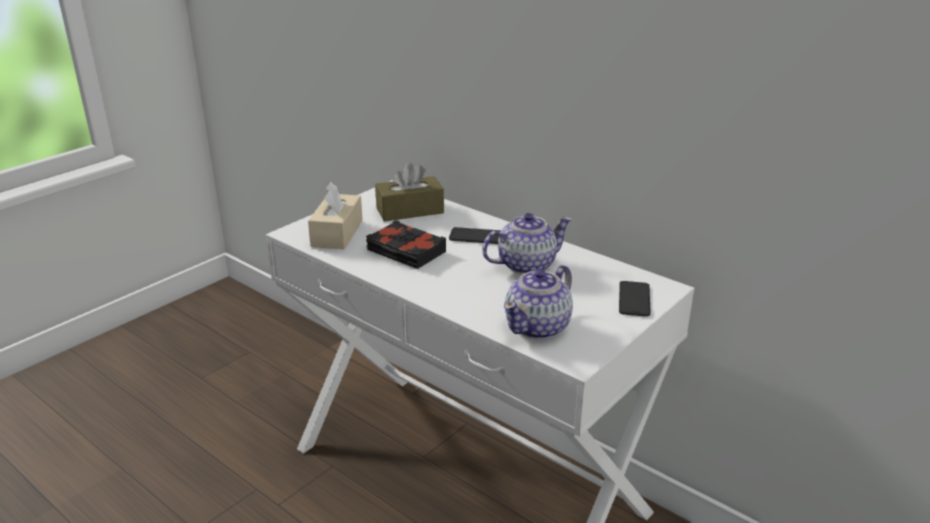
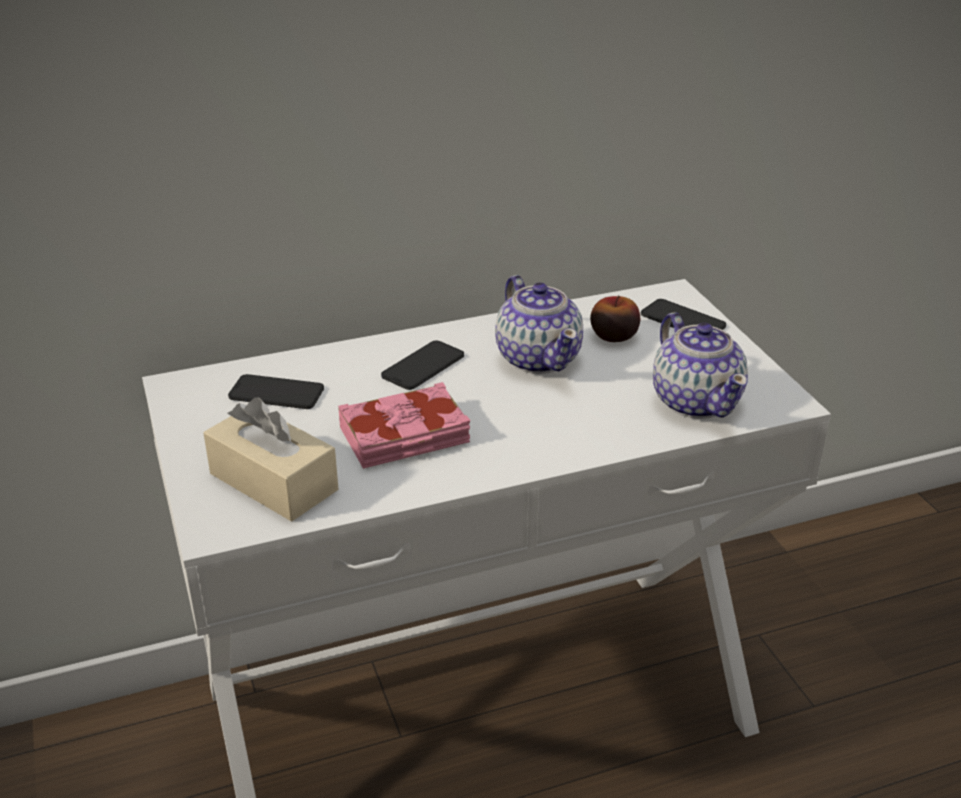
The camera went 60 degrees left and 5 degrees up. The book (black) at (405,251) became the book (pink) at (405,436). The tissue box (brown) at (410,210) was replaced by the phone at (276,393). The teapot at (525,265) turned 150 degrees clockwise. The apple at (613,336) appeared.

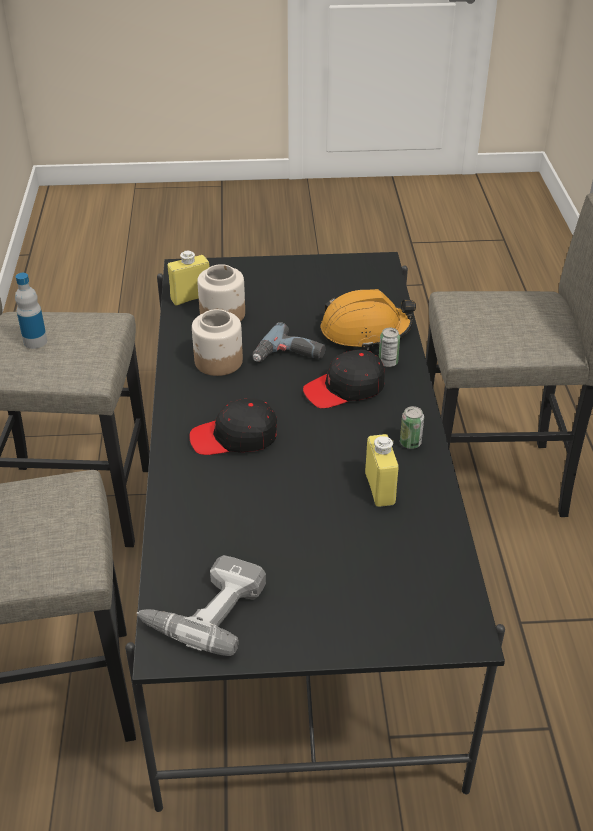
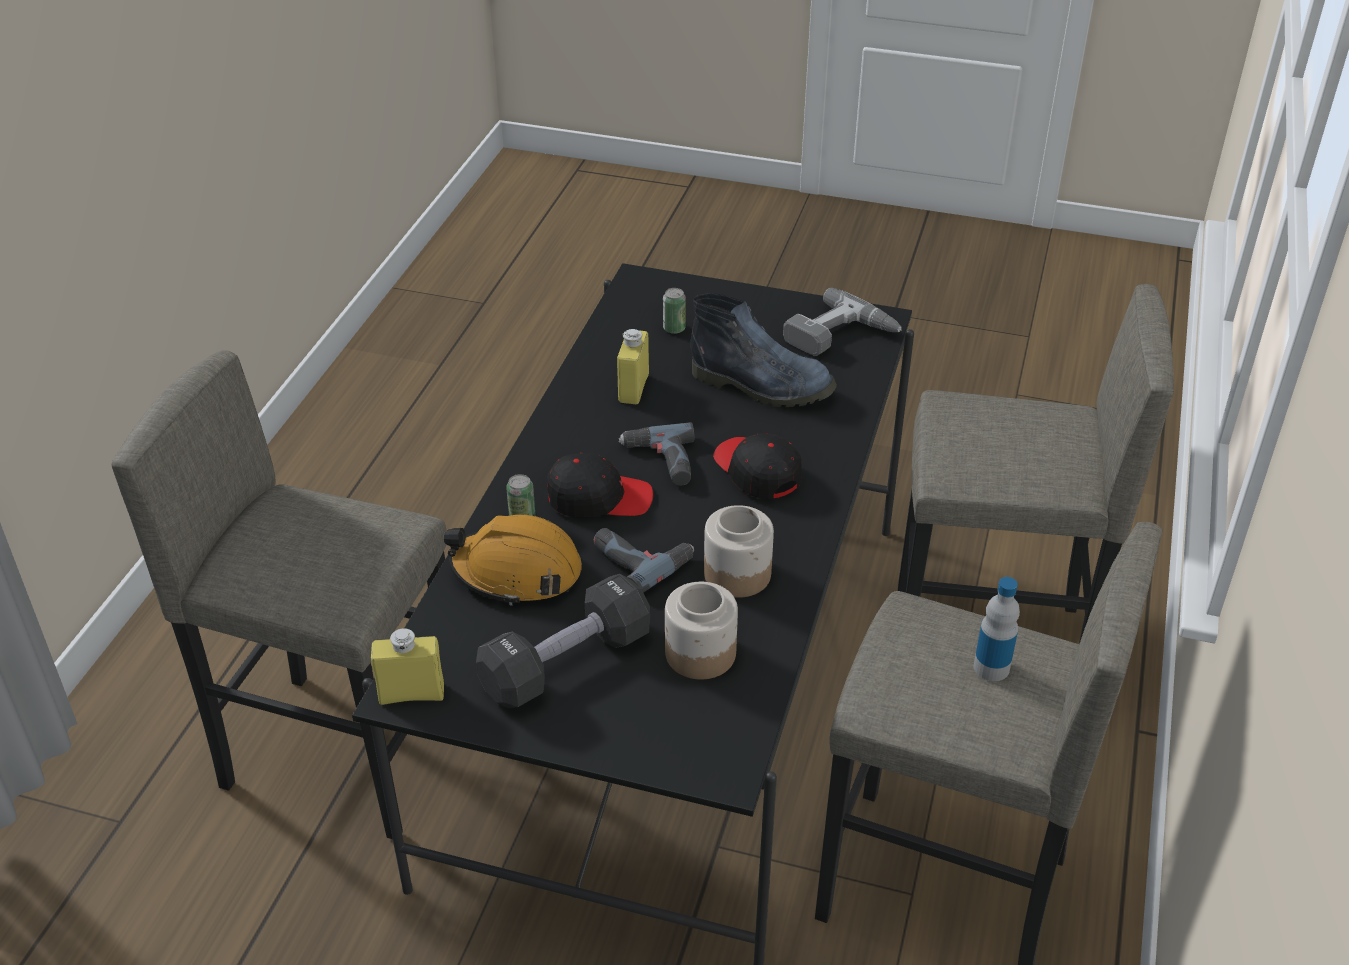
The camera went 160 degrees left and 0 degrees up. The bottle (yellow) moved from (191,298) to (411,694). The cap (black) at (234,437) turned 135 degrees counterclockwise. The can moved from (410,443) to (674,328). The dumbbell (black) at (566,662) appeared. The power drill at (660,462) appeared. The boot at (764,385) appeared.

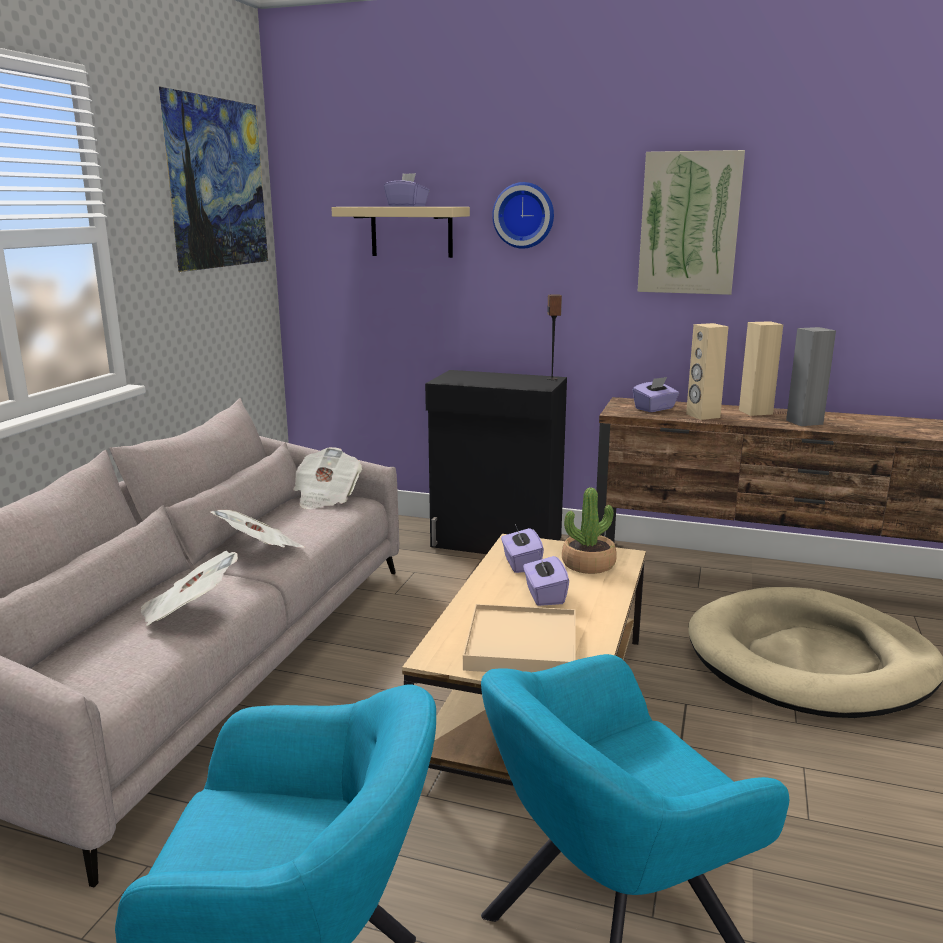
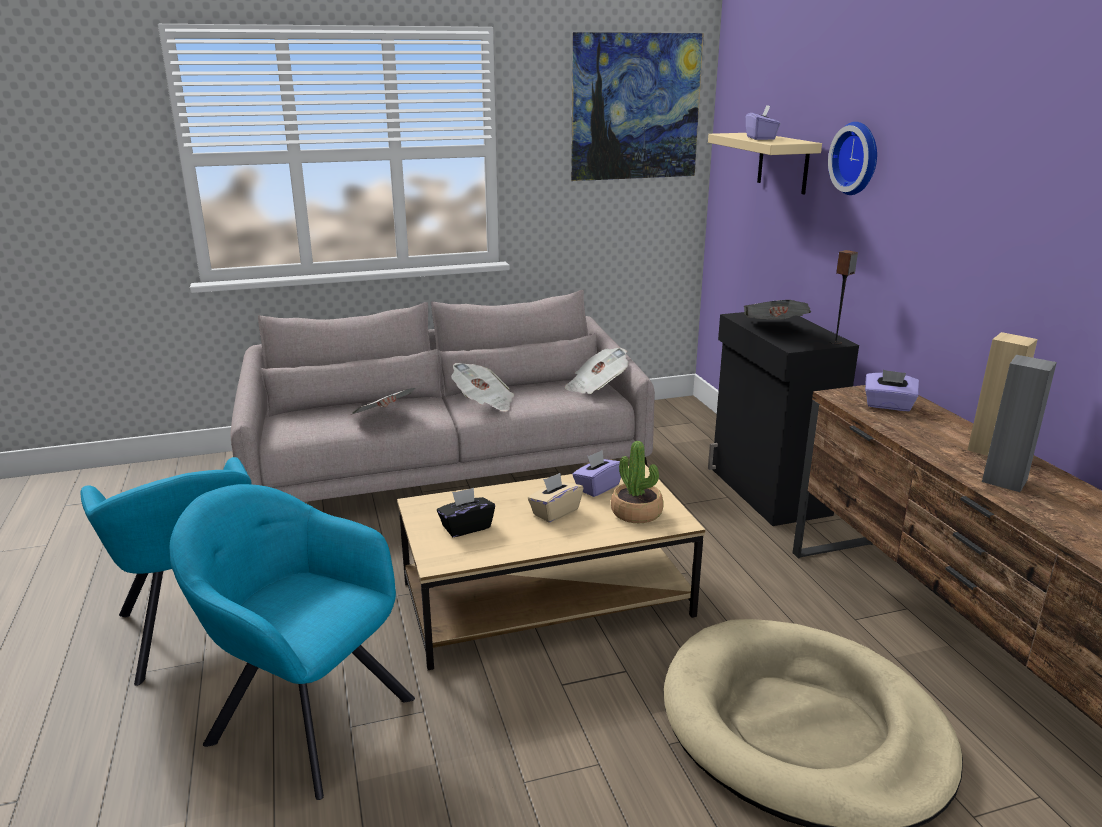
The camera went 55 degrees right and 5 degrees up. The tray (beige) at (522,646) was replaced by the tissue box (black) at (466,527). The tissue box (purple) at (544,595) became the tissue box (beige) at (555,512). The picture at (689,223) disappeared. The speaker (beige) at (702,416) disappeared. The newspaper at (774,328) appeared.

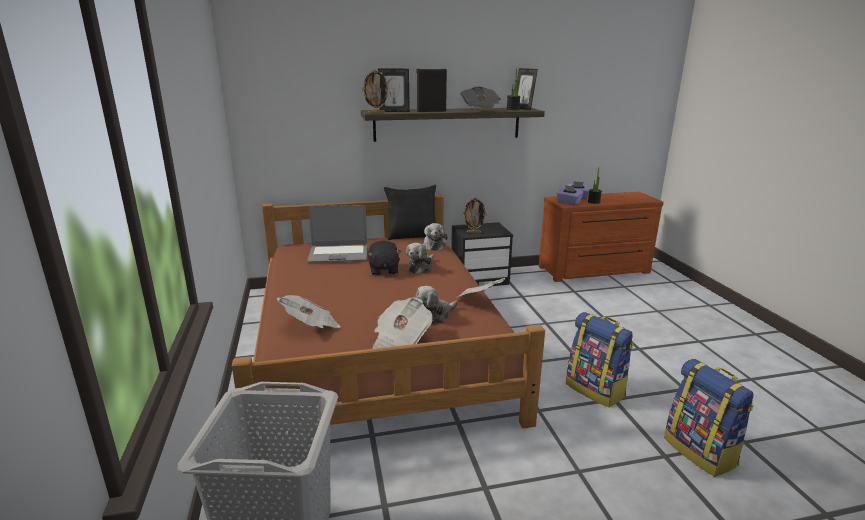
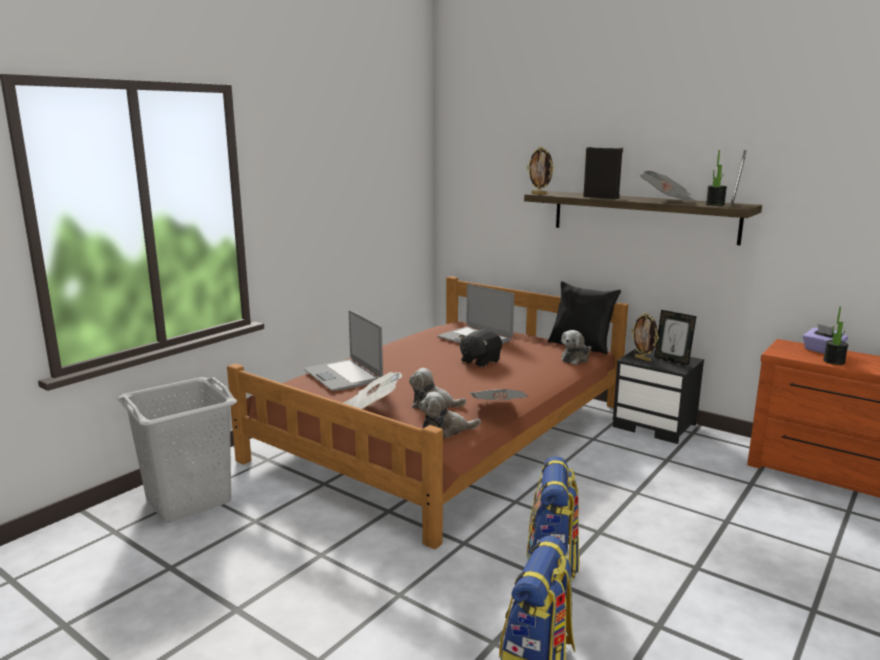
The camera went 50 degrees right and 5 degrees down. The newspaper at (311,326) was replaced by the laptop at (343,376). The picture frame moved from (394,111) to (672,360). The plush toy moved from (420,267) to (445,430). The tissue box (purple) at (568,202) disappeared.

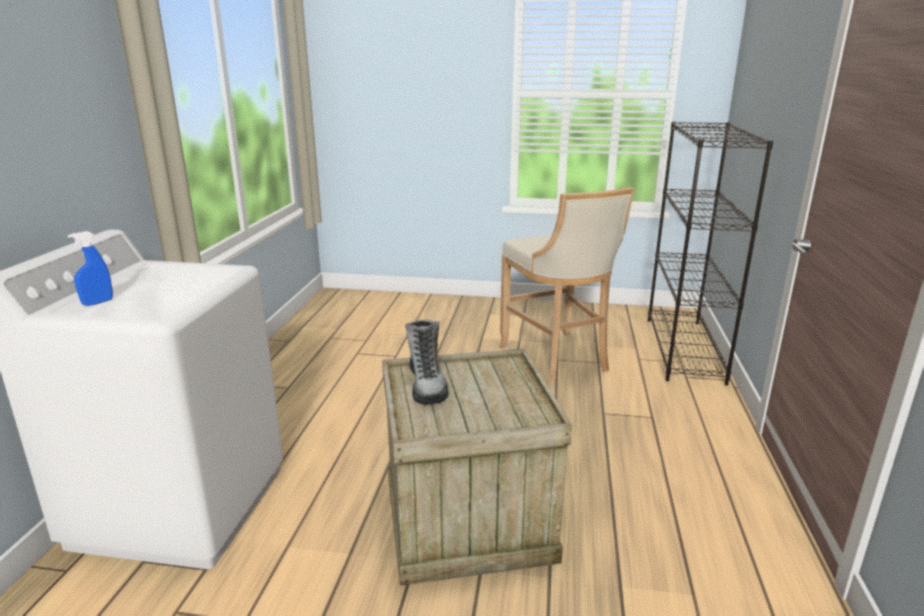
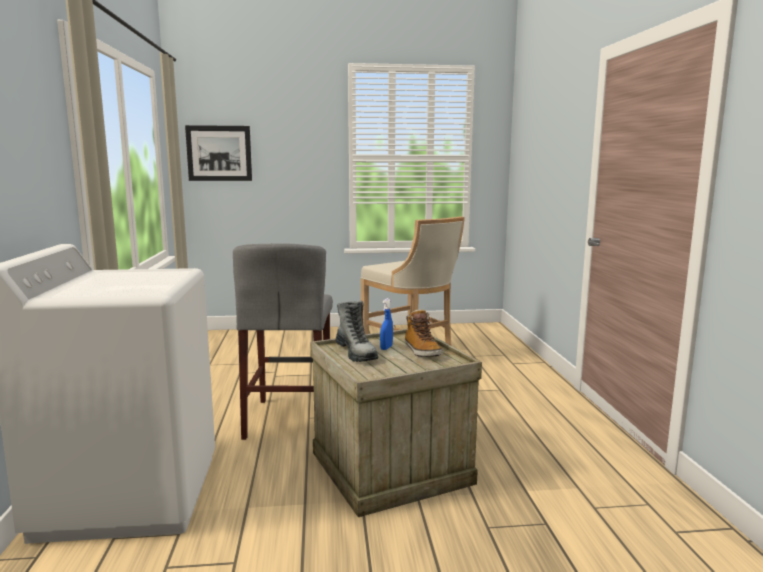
The camera went 15 degrees left and 10 degrees down. The spray bottle (blue) moved from (98,302) to (386,348). The bookcase (black) at (684,349) disappeared. The picture at (219,153) appeared. The stool (grey) at (290,418) appeared. The boot at (421,351) appeared.

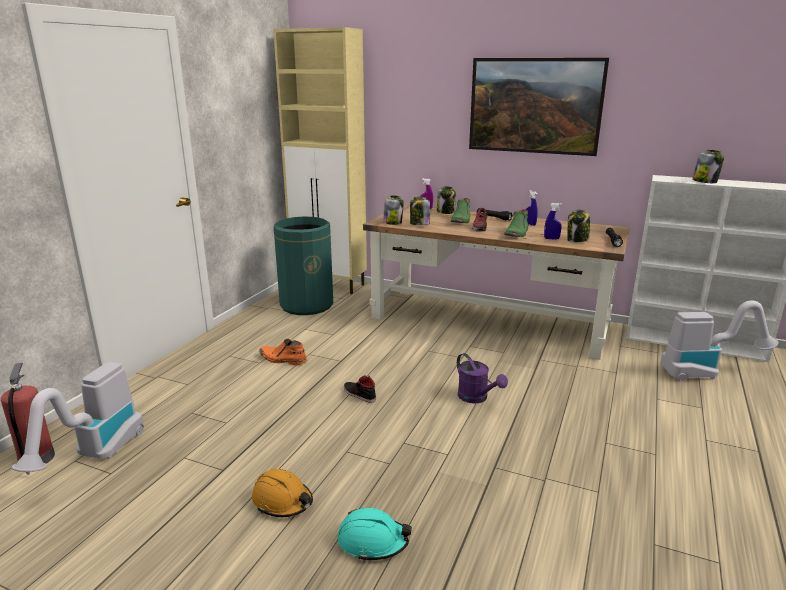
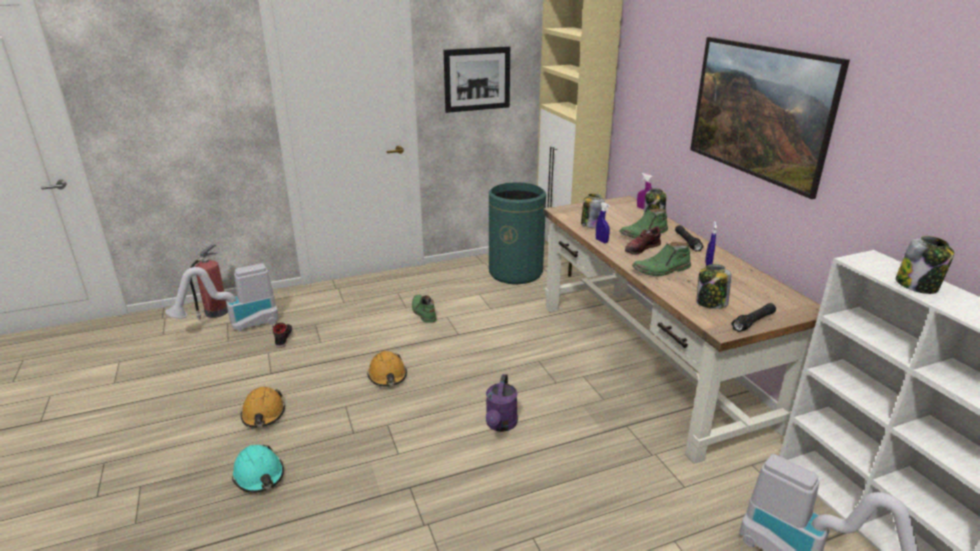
The camera went 45 degrees right and 5 degrees up. The boot (orange) at (282,359) became the boot (green) at (423,312). The shoe (black) moved from (359,394) to (283,338). The jar at (393,223) disappeared. The spray bottle (blue) moved from (551,239) to (601,241). The hard hat (orange) at (387,376) appeared. The picture at (477,79) appeared.

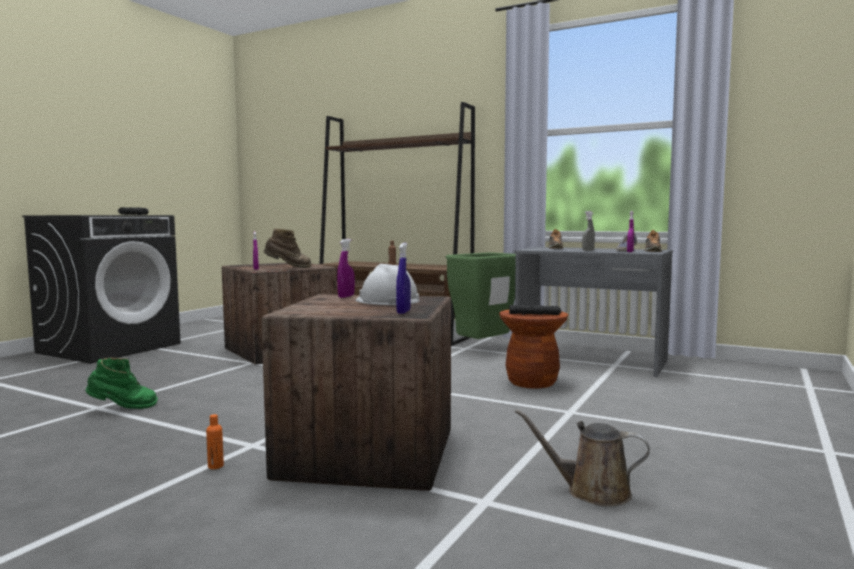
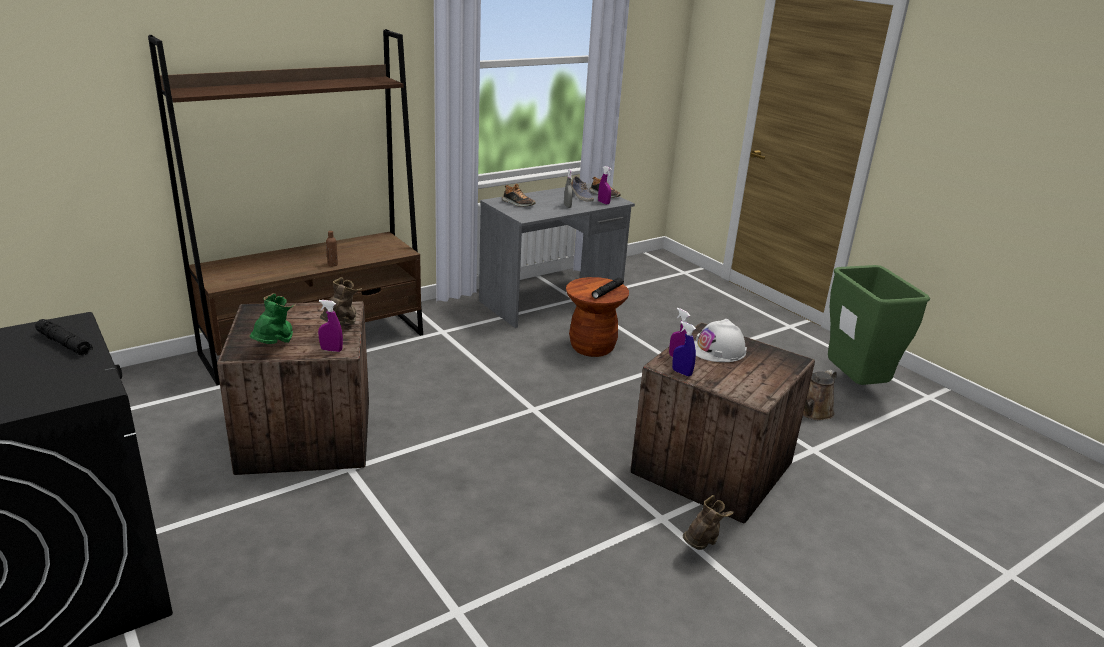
The camera went 65 degrees left and 20 degrees up. The boot (green) moved from (123,408) to (276,346). The bottle (orange) at (215,466) was replaced by the boot (brown) at (702,545). The spray bottle (blue) moved from (403,312) to (681,373). The trash can (green) moved from (482,348) to (855,386).

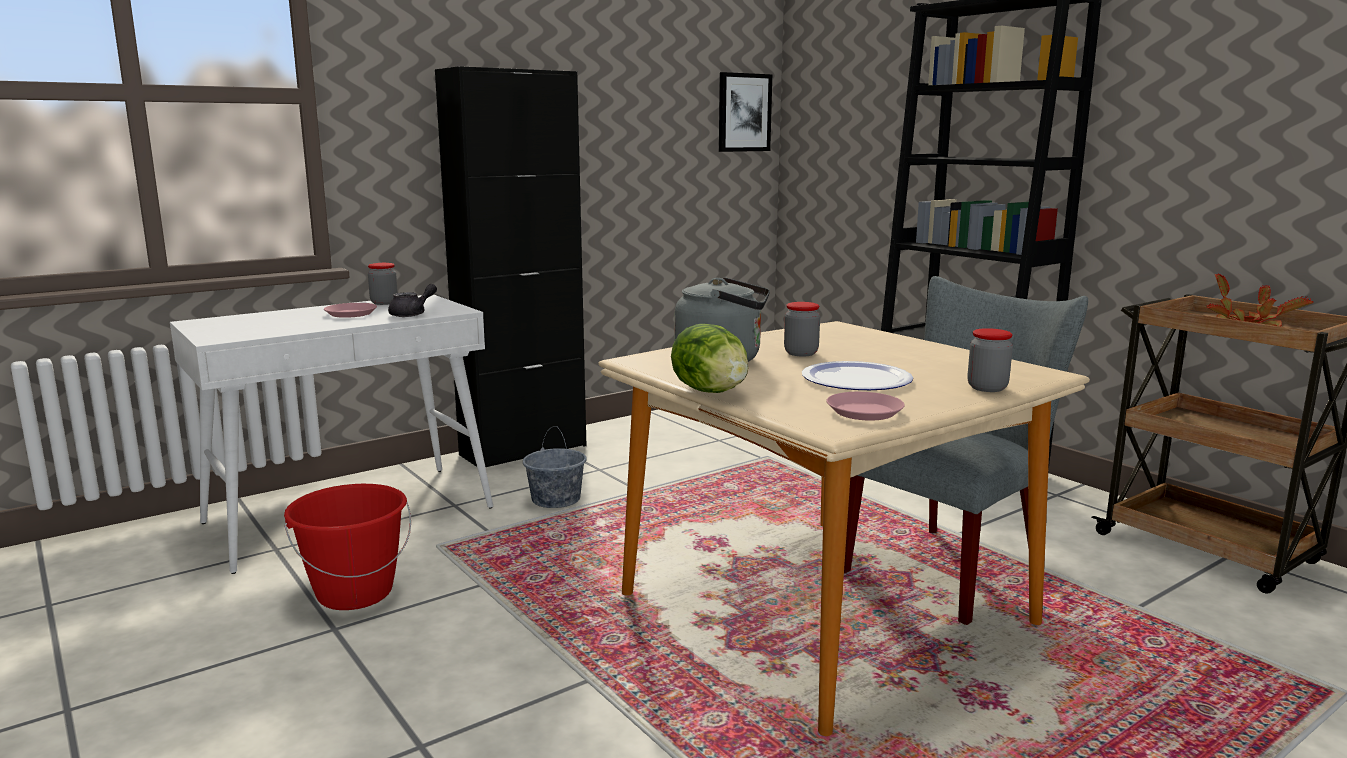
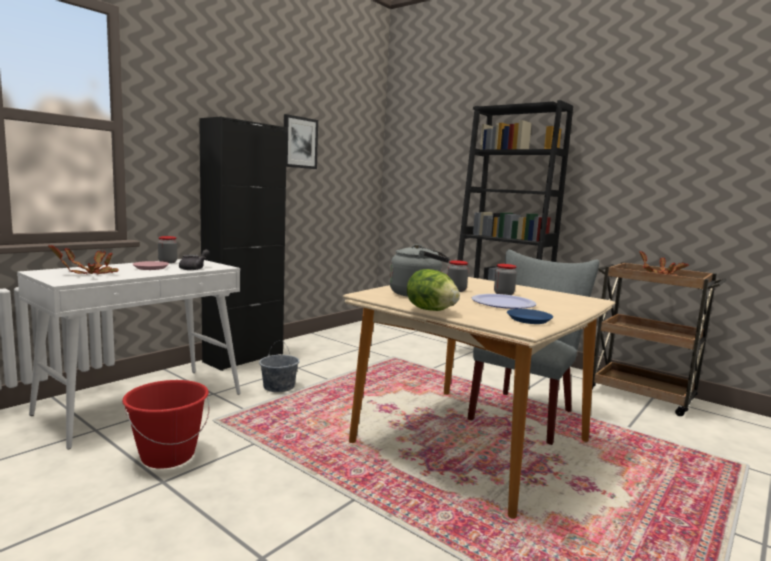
The camera went 15 degrees left and 5 degrees down. The picture moved from (743,112) to (299,142). The plate (pink) at (864,412) became the plate (blue) at (528,319). The jar moved from (987,388) to (503,294). The potted plant at (91,274) appeared.

